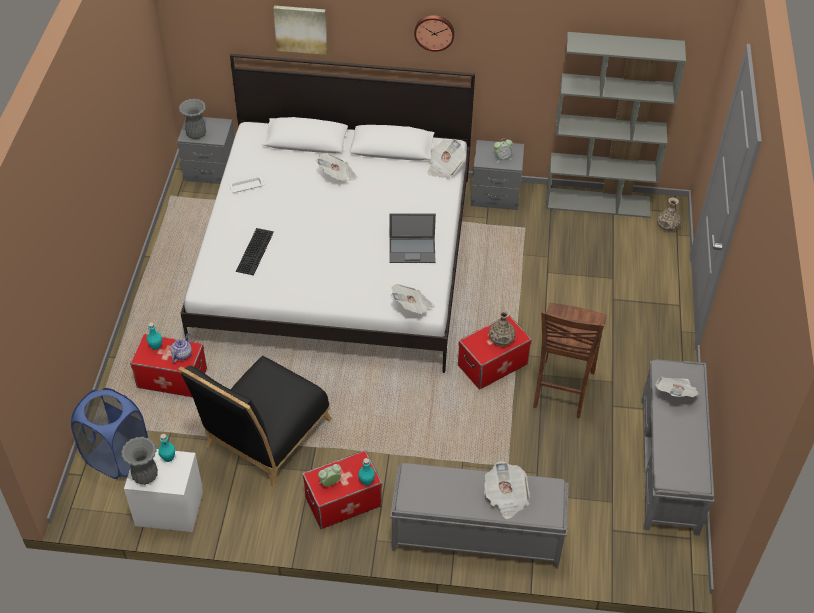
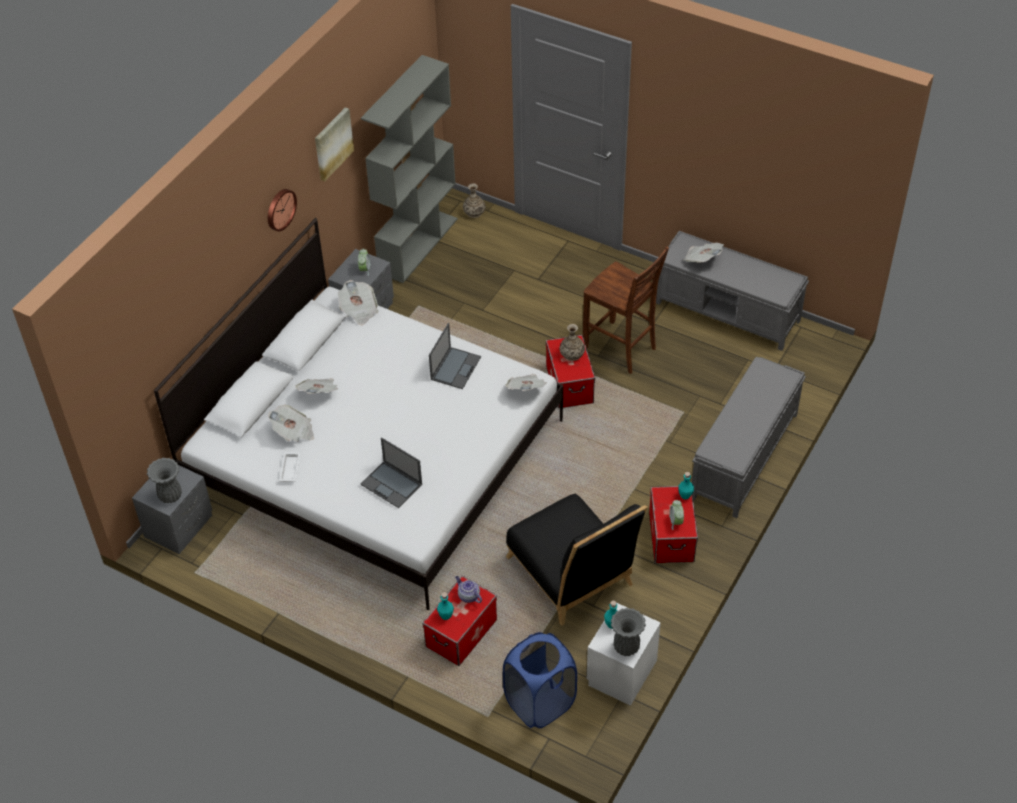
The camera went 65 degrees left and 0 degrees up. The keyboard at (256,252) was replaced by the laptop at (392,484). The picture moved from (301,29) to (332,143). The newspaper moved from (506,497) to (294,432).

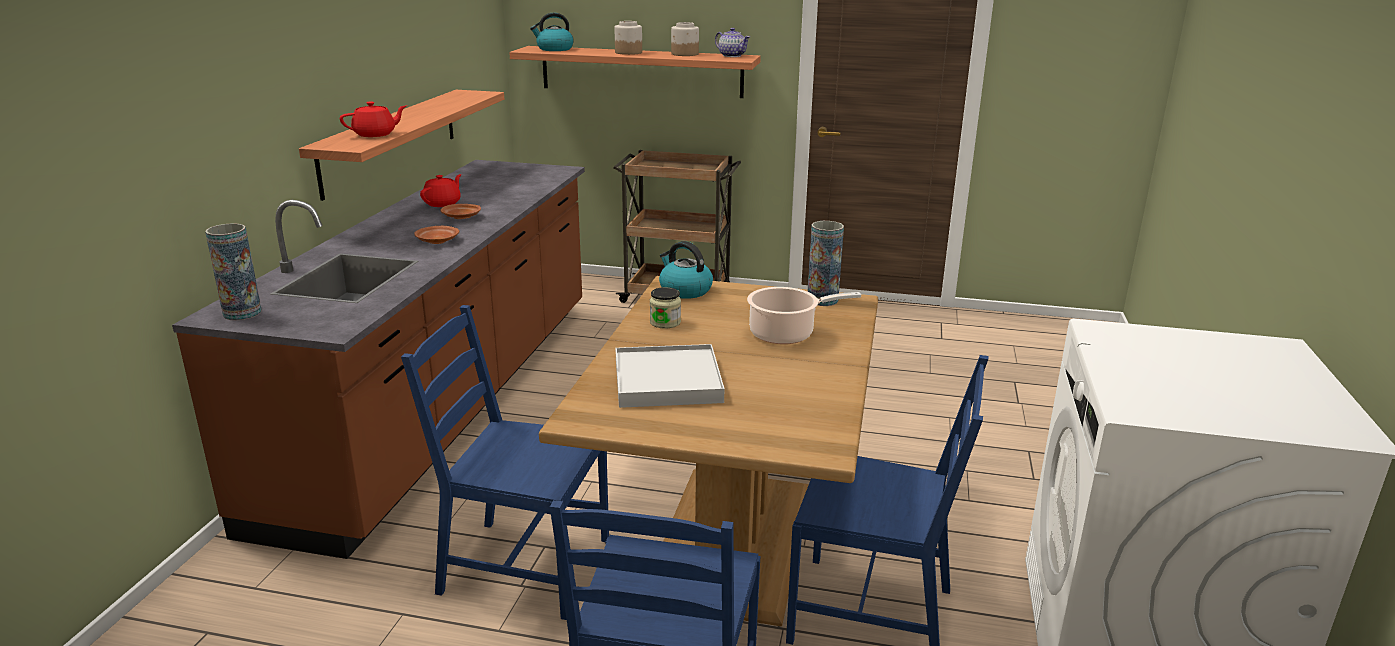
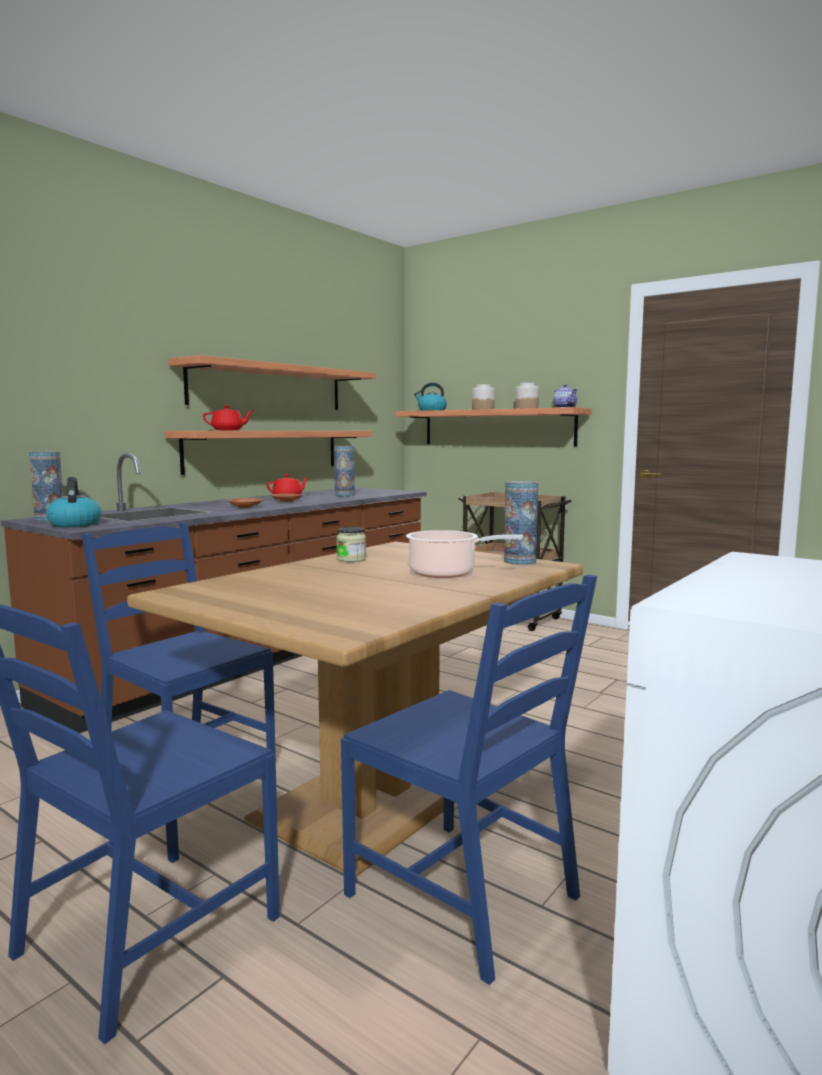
The camera went 25 degrees right and 15 degrees down. The tray (white) at (668,381) disappeared. The kettle moved from (684,290) to (74,524). The shelf at (268,387) appeared. The vase at (344,495) appeared.

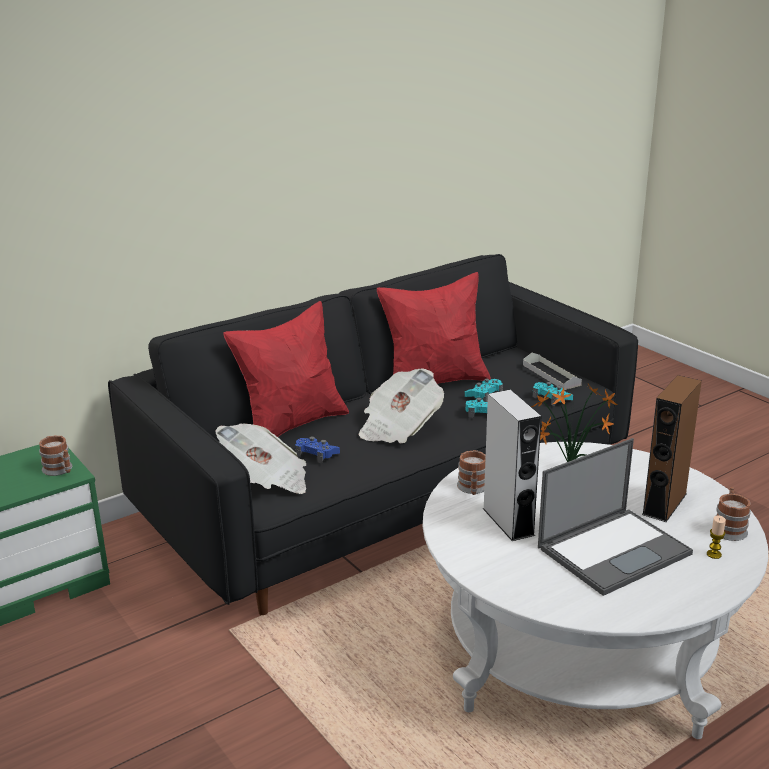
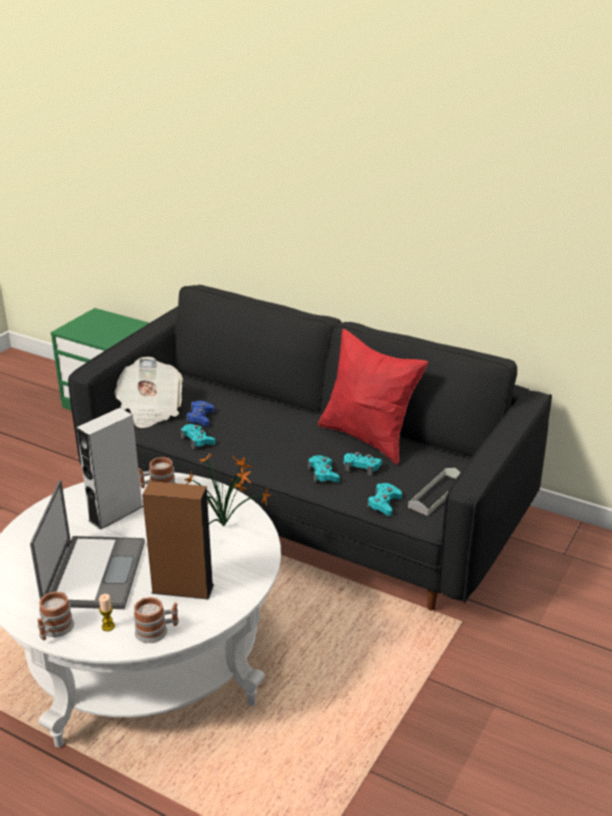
The camera went 65 degrees right and 5 degrees up. The mug moved from (60,470) to (54,630). The pillow (red) at (292,425) disappeared. The newspaper at (398,427) disappeared. The laptop at (614,550) turned 120 degrees counterclockwise. The game controller (turquoise) at (197,440) appeared.

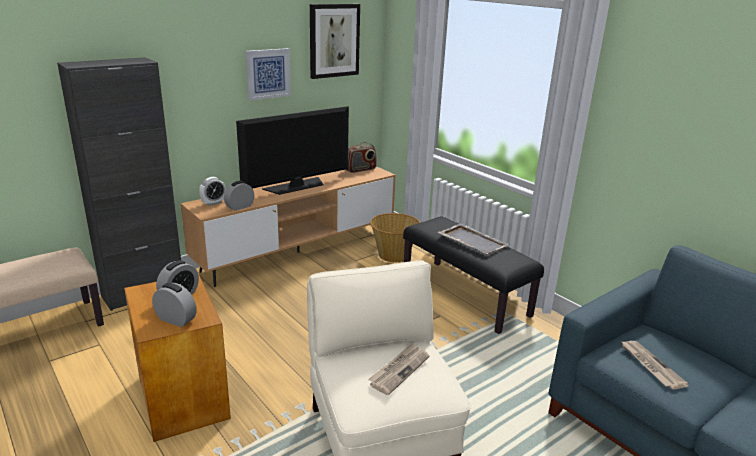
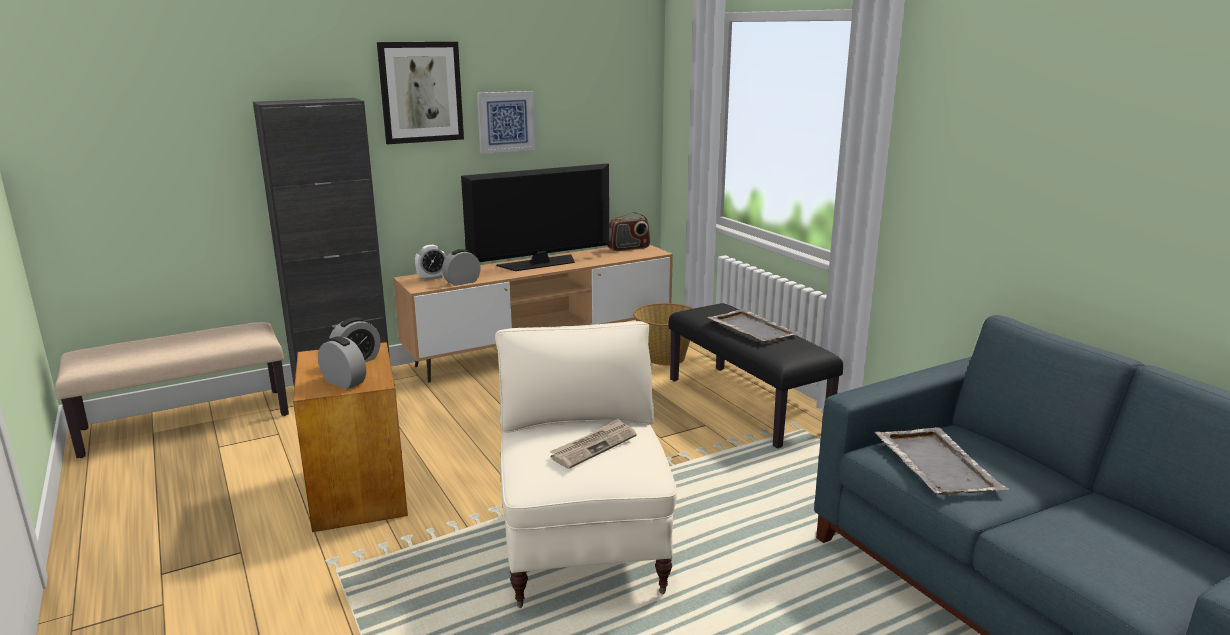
The camera went 10 degrees right and 5 degrees down. The picture moved from (334,40) to (421,92). The newspaper at (650,365) was replaced by the tray (grey) at (936,463).

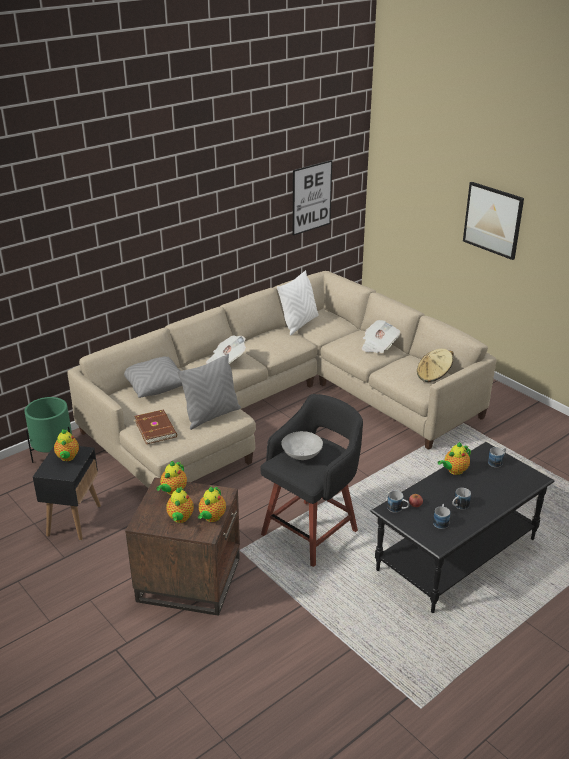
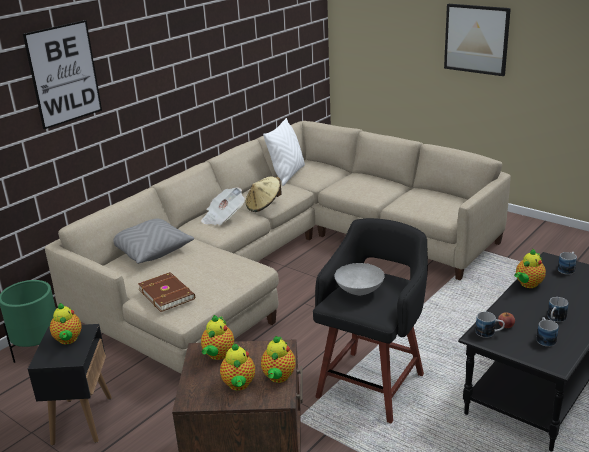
The camera went 10 degrees left and 5 degrees down. The pillow (grey) at (211,416) disappeared. The picture moved from (311,197) to (64,74). The newspaper at (378,345) disappeared. The hat (beige) moved from (434,376) to (264,206).

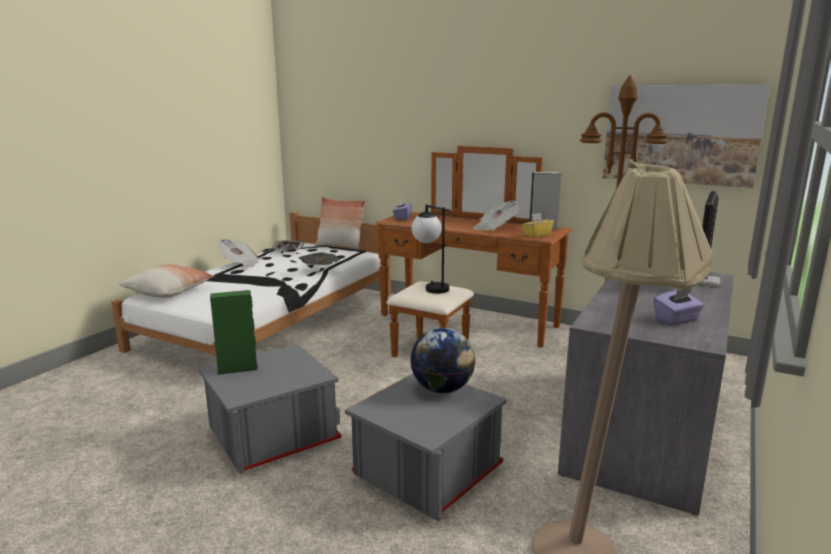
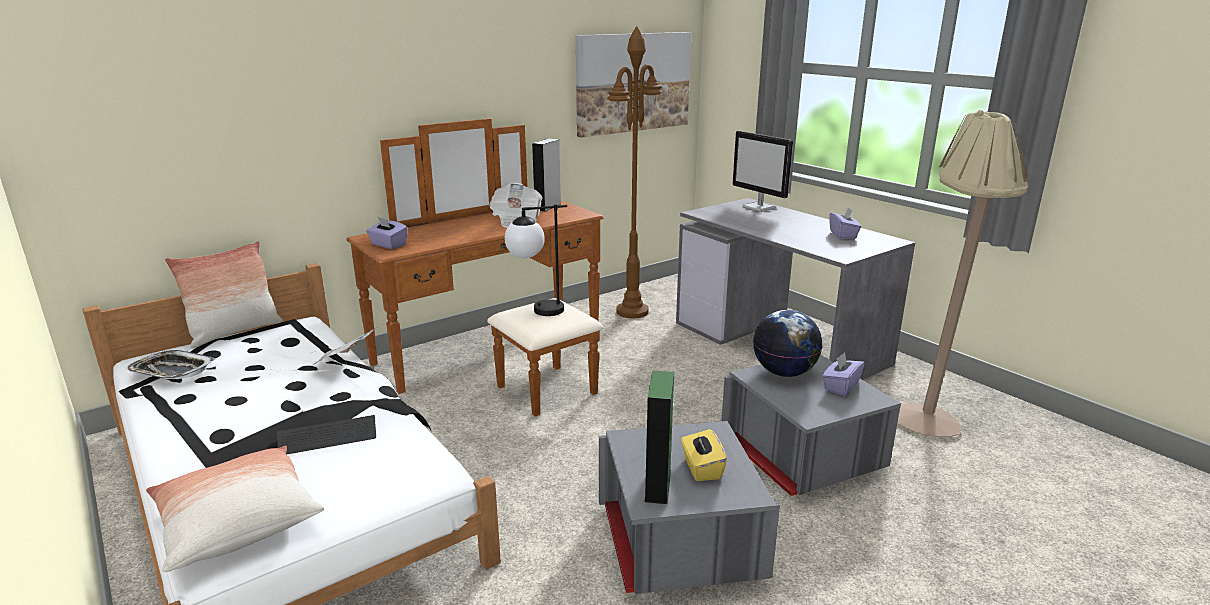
The camera went 65 degrees left and 5 degrees up. The newspaper at (240,263) disappeared. The tissue box (yellow) moved from (536,235) to (701,468). The keyboard at (328,437) appeared. The tissue box (purple) at (840,386) appeared.

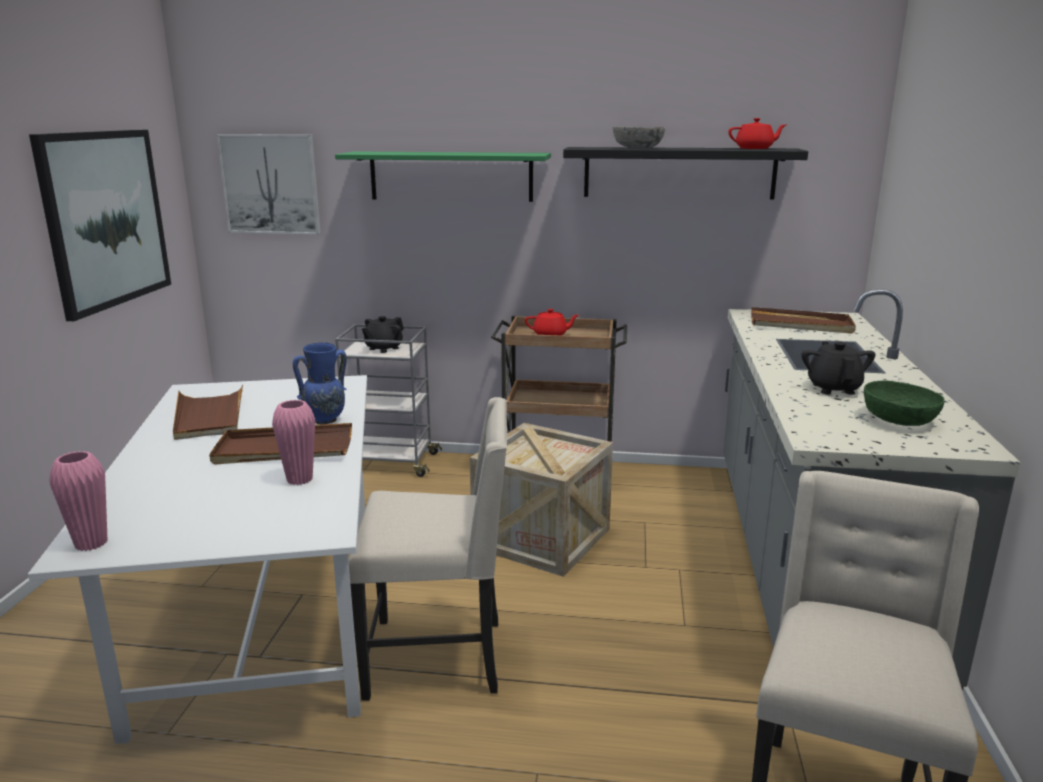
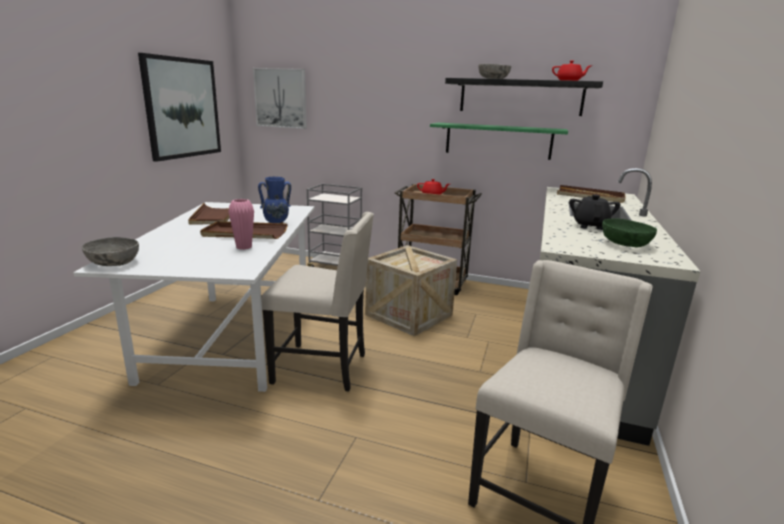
The camera went 10 degrees right and 0 degrees up. The vase (pink) at (91,543) was replaced by the bowl (grey) at (114,263). The shelf (green) moved from (451,176) to (498,141). The teapot (black) at (383,348) disappeared.

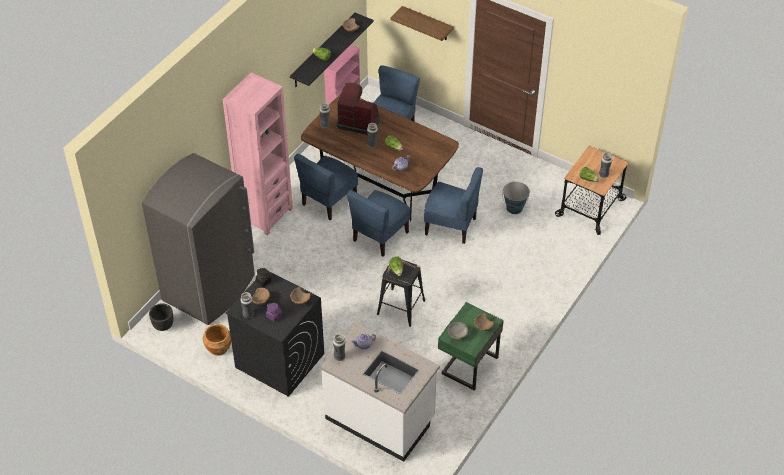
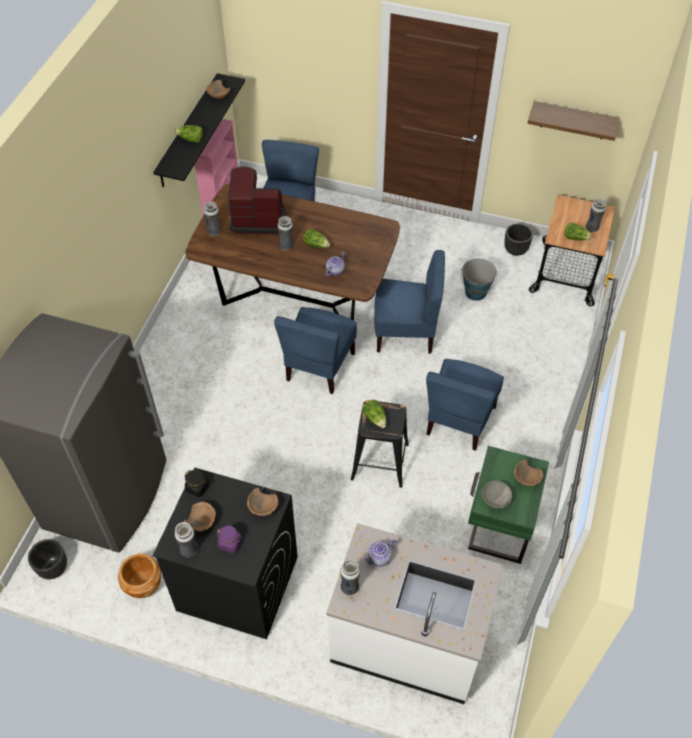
The camera went 15 degrees left and 5 degrees up. The bookcase (pink) at (265,214) disappeared. The chair (blue) moved from (328,201) to (459,420). The shelf moved from (427,24) to (573,120). The planter (black) at (515,250) appeared.

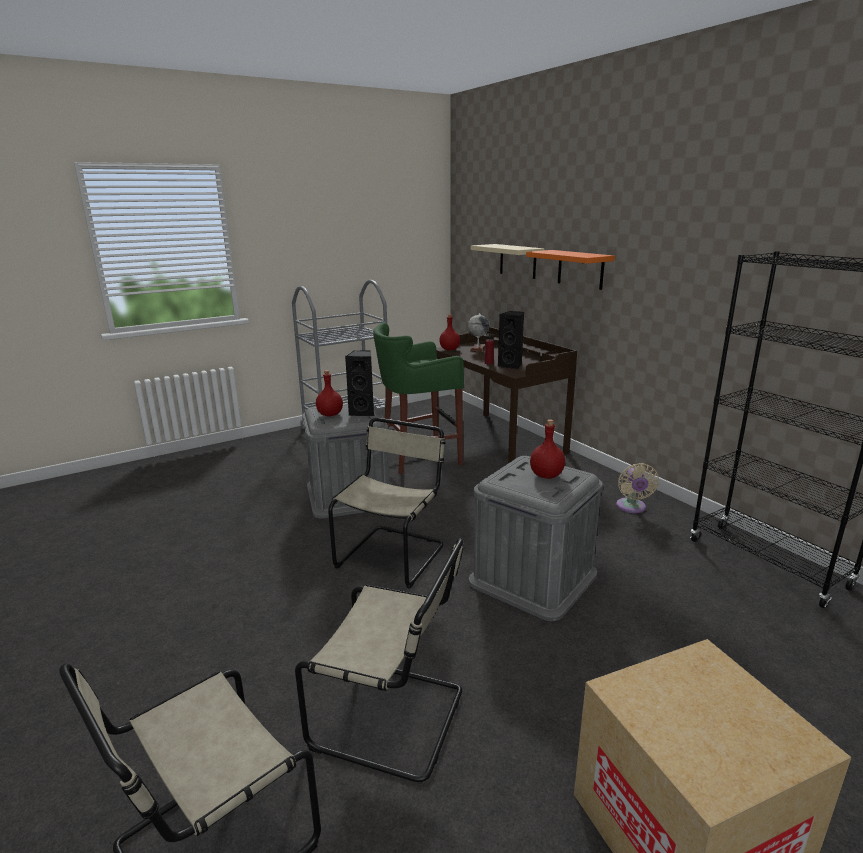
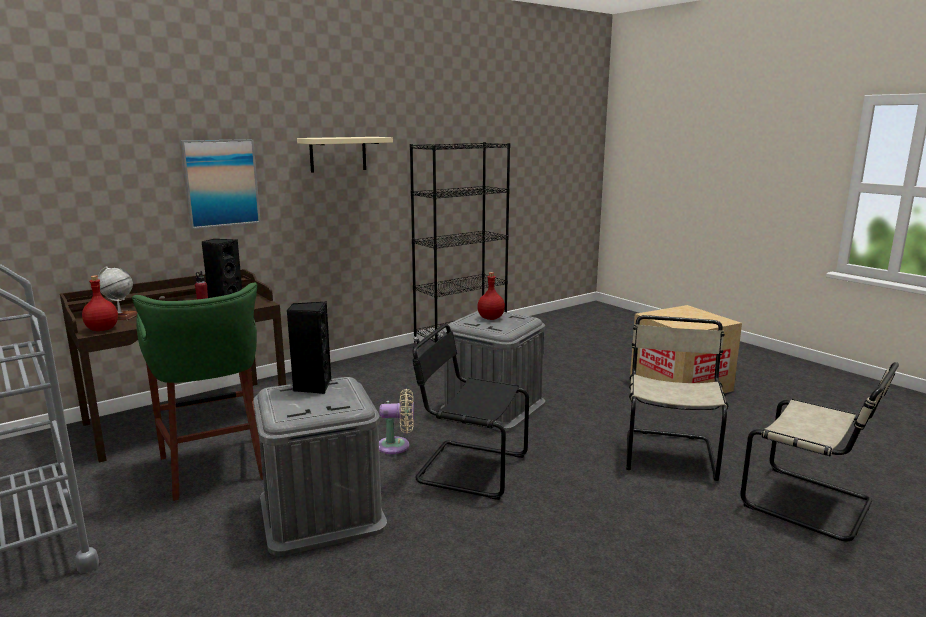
The camera went 95 degrees left and 5 degrees down. The bottle (red) at (329,415) disappeared. The chair (beige) at (393,554) became the chair (black) at (467,468). The shelf (beige) moved from (518,261) to (338,154). The shelf (orange) at (580,269) was replaced by the picture at (221,183). The fan (beige) moved from (631,508) to (397,446).

